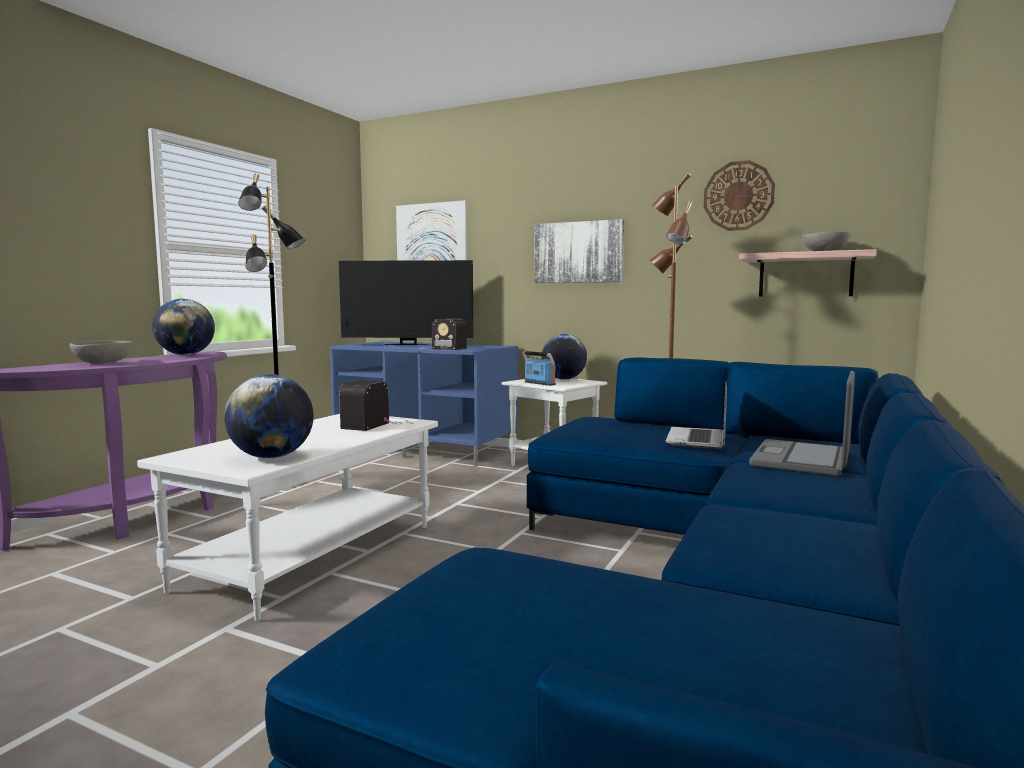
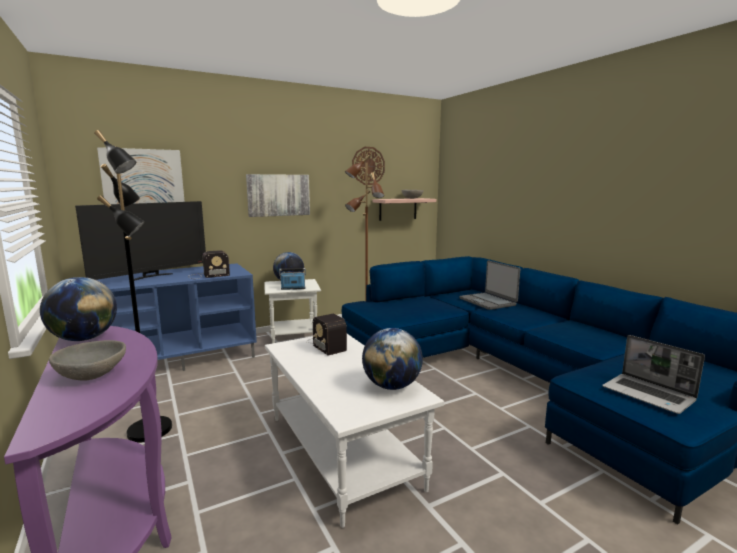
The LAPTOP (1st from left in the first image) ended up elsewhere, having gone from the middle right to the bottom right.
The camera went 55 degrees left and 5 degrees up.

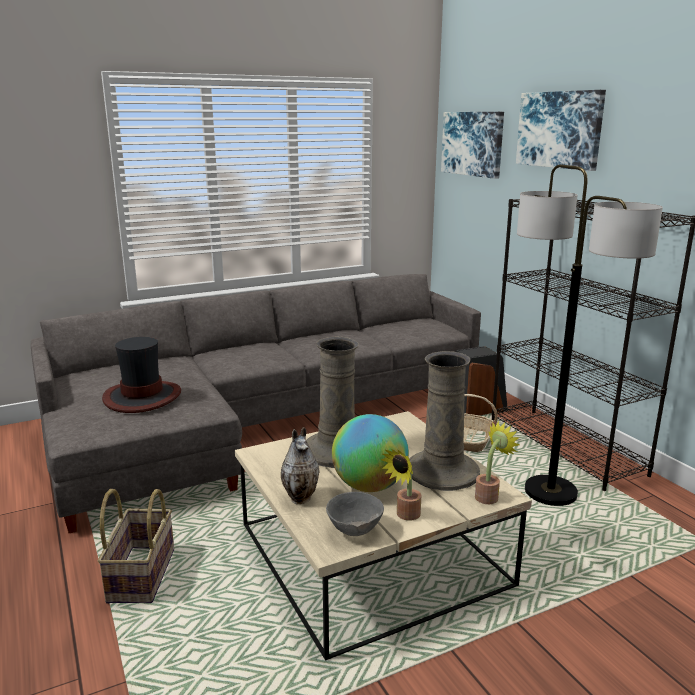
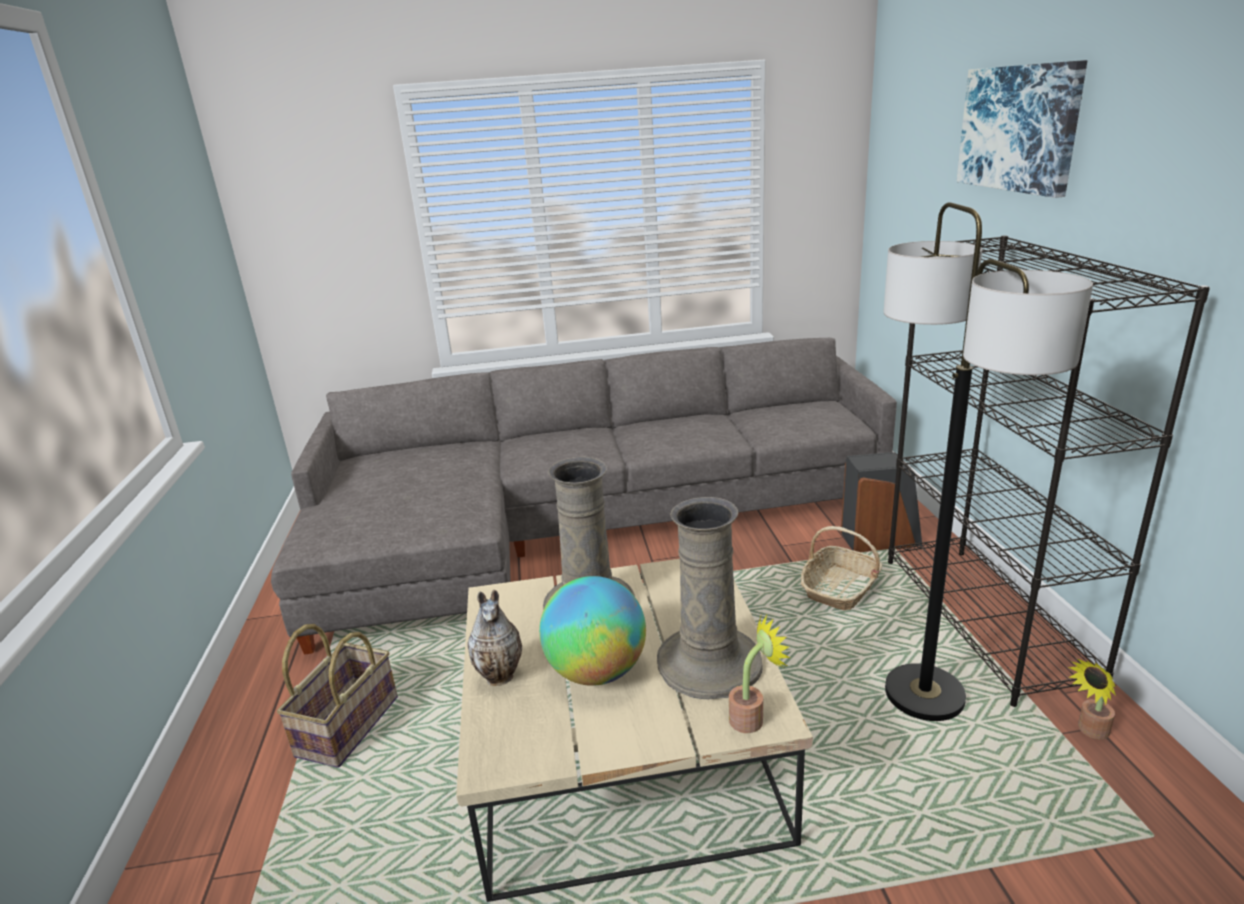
The second view lost the HAT at the middle left.
The second view lost the GREY BOWL at the bottom centre.
The POTTED PLANT (1st from left in the first image) ended up elsewhere, having gone from the bottom centre to the bottom right.
The second view lost the PICTURE (1st from left) at the top right.
The camera went 20 degrees right and 5 degrees up.

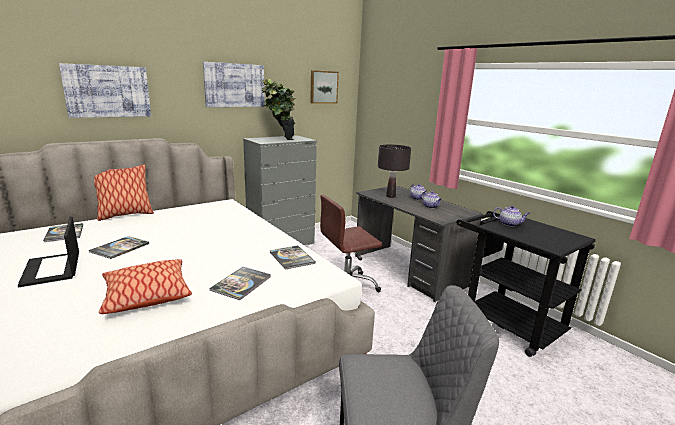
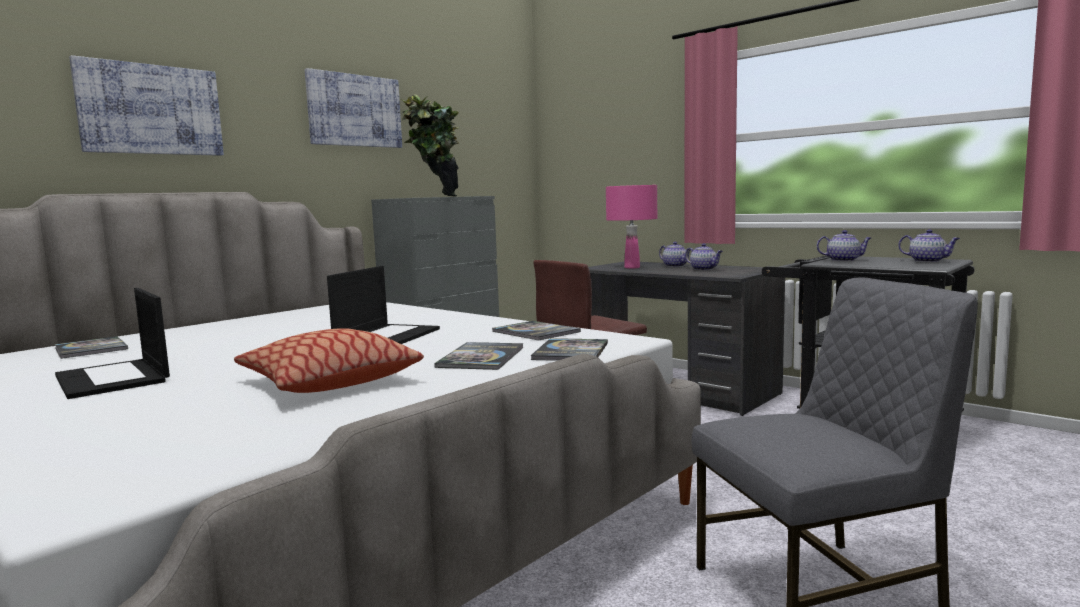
The BOOK (2nd from left in the first image) ended up elsewhere, having gone from the middle left to the centre.
The second view lost the PILLOW (1st from left) at the middle left.
The second view lost the PICTURE (3rd from left) at the top centre.
What was the BLACK TABLE LAMP at the centre turned into the PINK TABLE LAMP at the centre.
The second view gained the LAPTOP (2nd from left) at the centre.
The second view gained the TEAPOT (4th from left) at the middle right.
The camera went 10 degrees left and 10 degrees down.

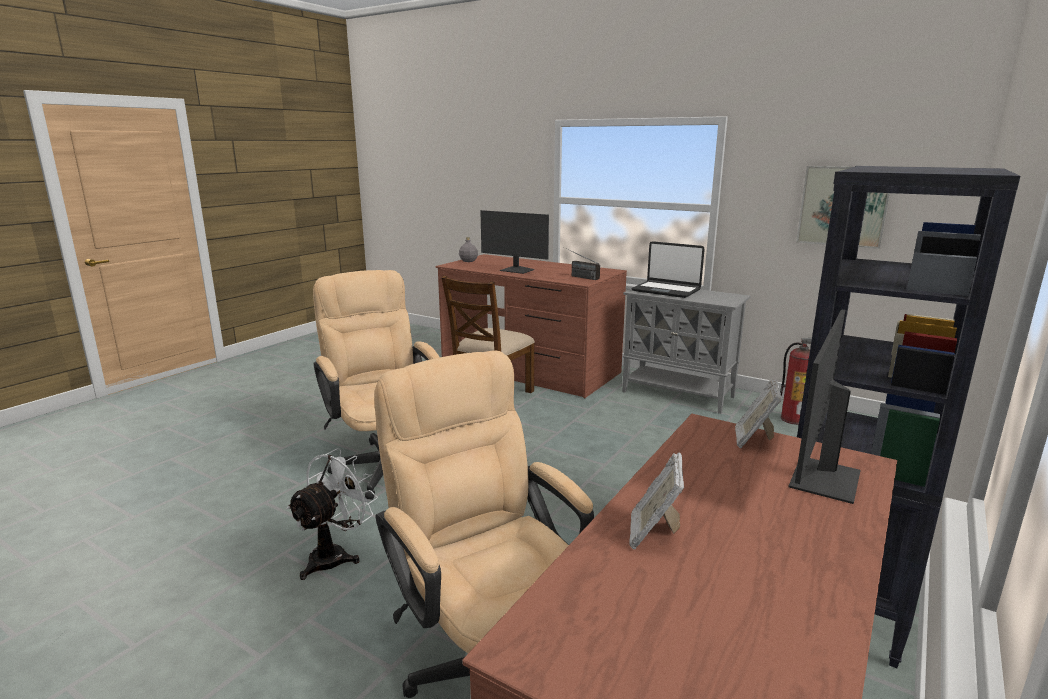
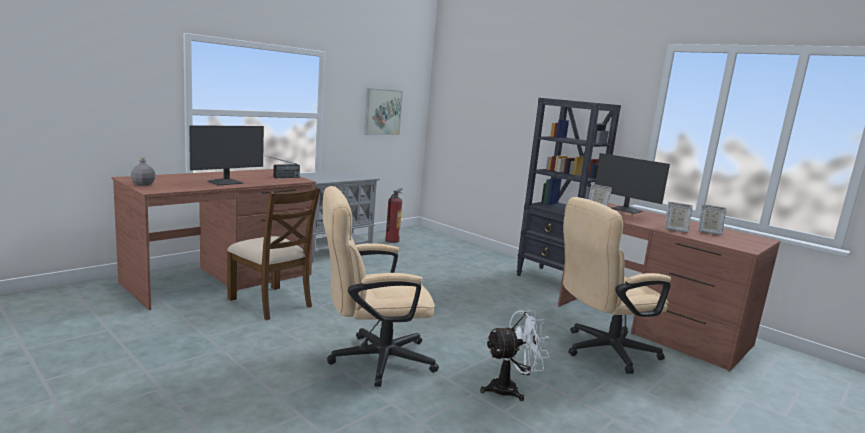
The WHITE FAN at the bottom left ended up facing another way, 120 degrees clockwise from before.
The second view lost the LAPTOP at the centre.
The second view gained the PICTURE FRAME (3rd from left) at the middle right.
The camera went 80 degrees left and 5 degrees down.

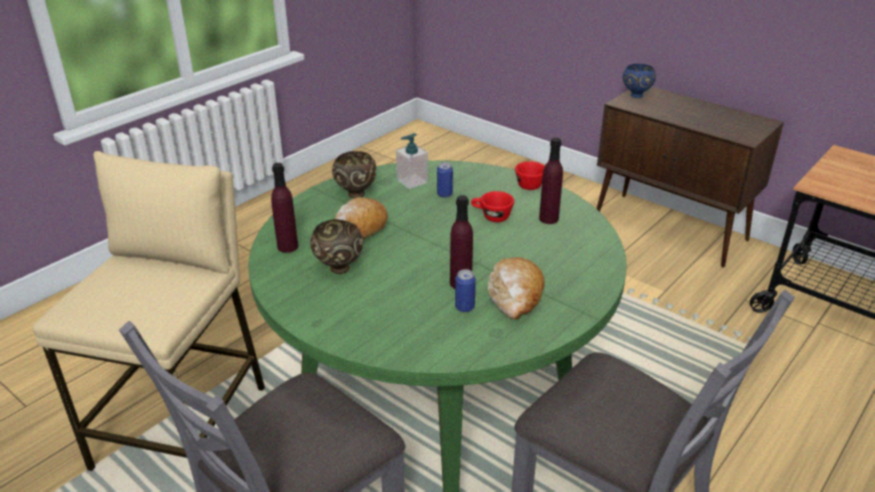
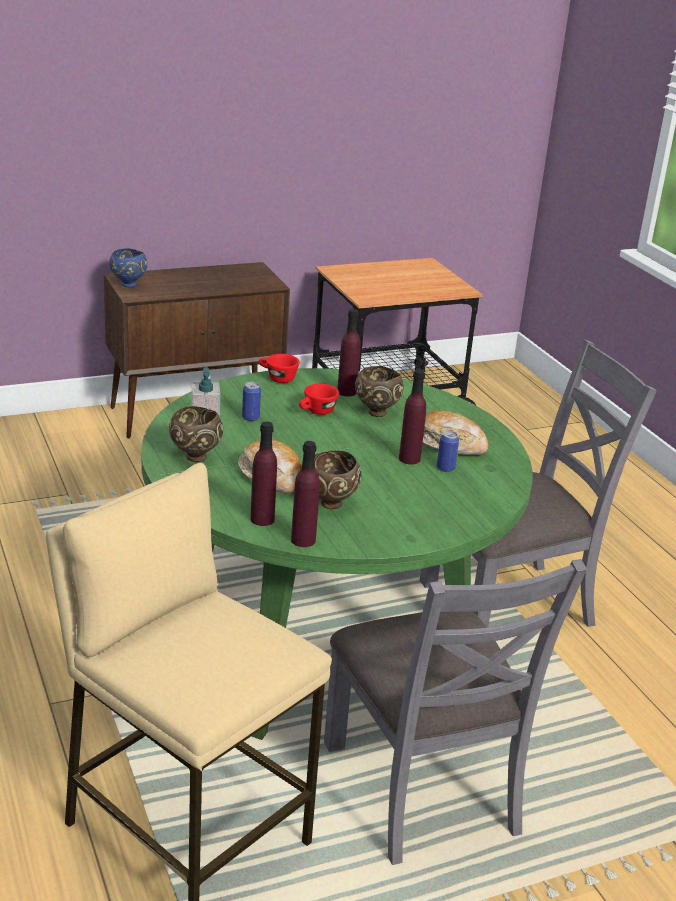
The second view gained the PURPLE BOTTLE (2nd from left) at the centre.
The second view gained the BROWN BOWL (3rd from left) at the centre.
The camera went 65 degrees left and 5 degrees down.

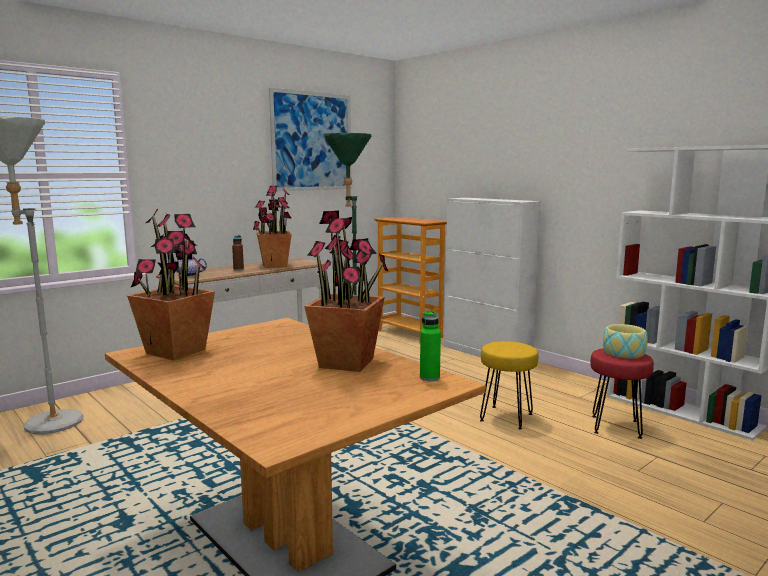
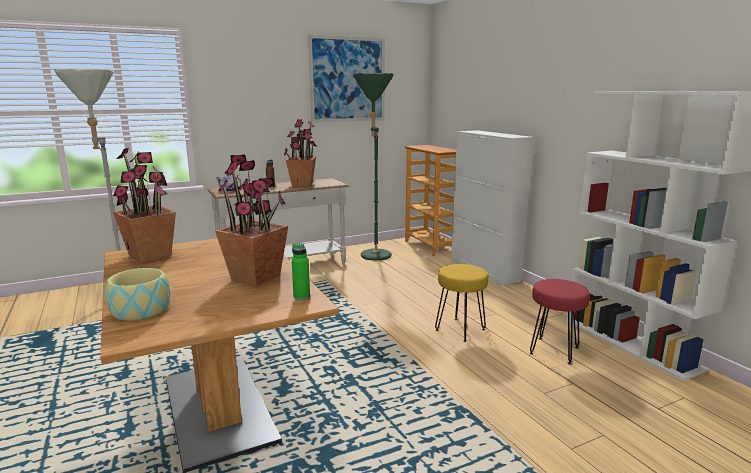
The BOWL ended up elsewhere, having gone from the middle right to the middle left.
The camera went 15 degrees right and 5 degrees up.

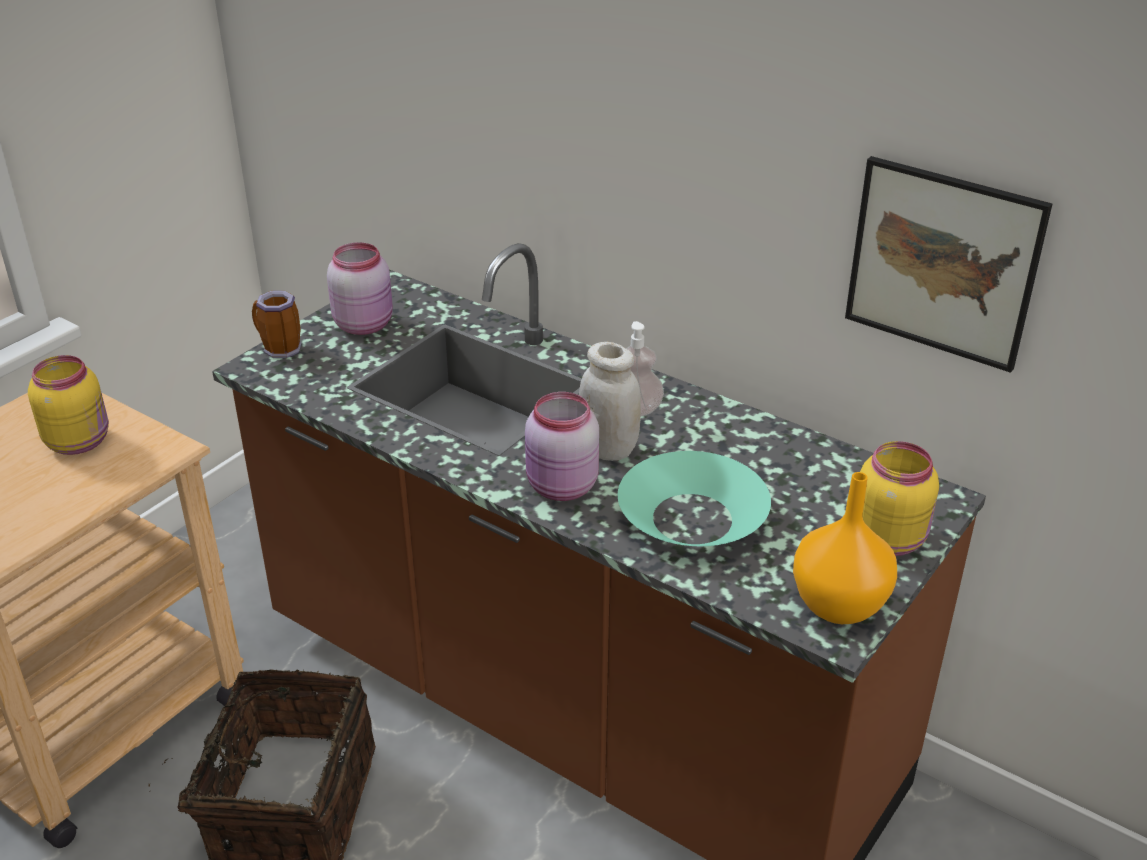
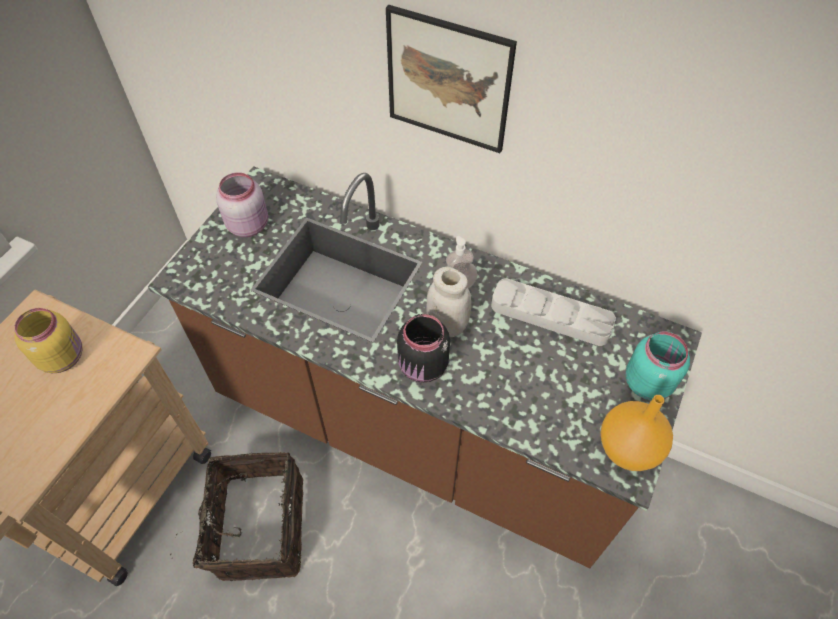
The second view lost the MUG at the middle left.
What was the PINK JAR (2nd from left) at the centre turned into the BLACK JAR at the centre.
The second view lost the TURQUOISE BOWL at the centre.
The PICTURE ended up elsewhere, having gone from the top right to the top centre.
What was the YELLOW JAR (2nd from left) at the middle right turned into the TURQUOISE JAR at the middle right.
The second view gained the GREY TRAY at the centre.
The camera went 10 degrees left and 20 degrees up.

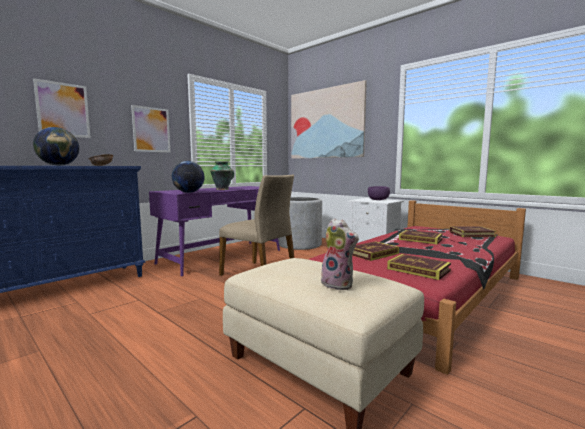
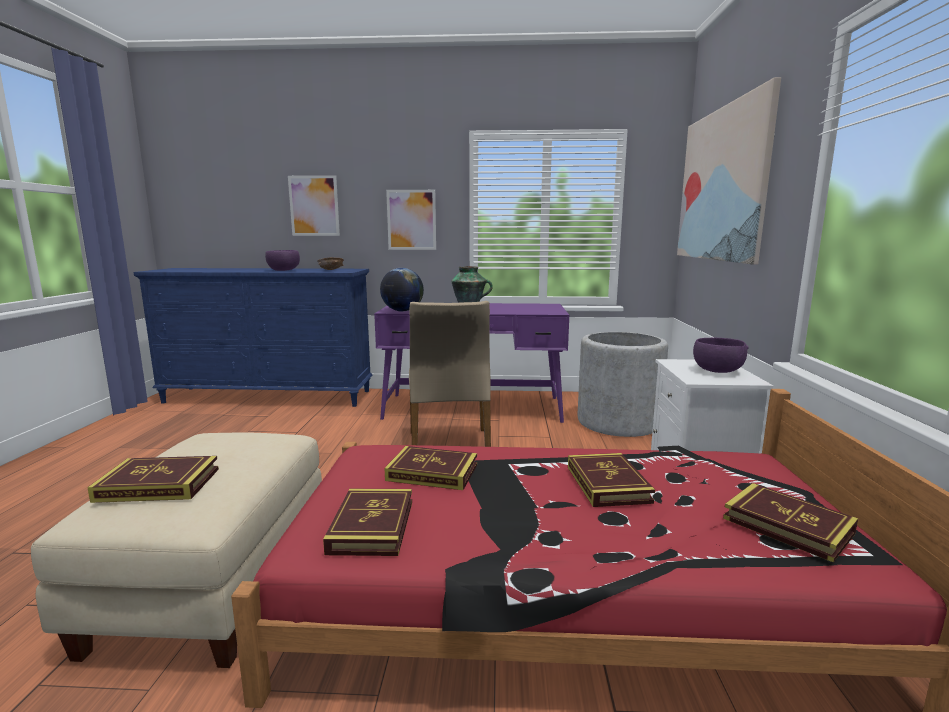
Where the GLOBE (1st from left) stood at the middle left, the PURPLE BOWL (1st from left) came to stand at the middle left.
Where the PLUSH TOY stood at the centre, the BOOK (1st from left) came to stand at the bottom left.
The camera went 50 degrees right and 5 degrees up.

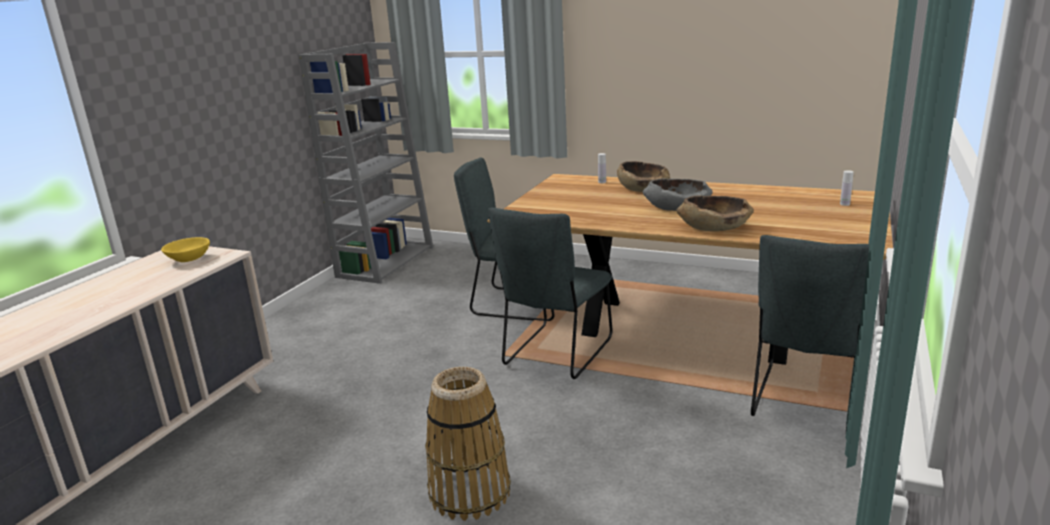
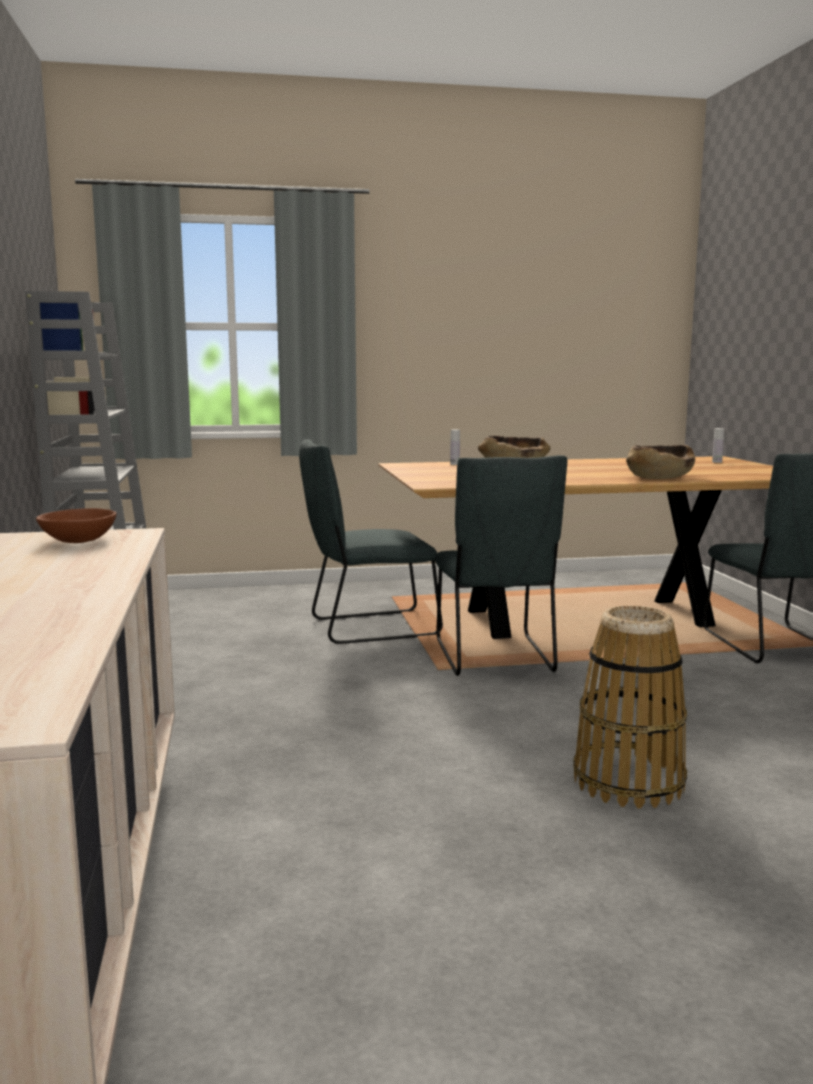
What was the YELLOW BOWL at the middle left turned into the BROWN BOWL (1st from left) at the middle left.
The second view lost the GREY BOWL at the centre.
The camera went 35 degrees left and 10 degrees down.

